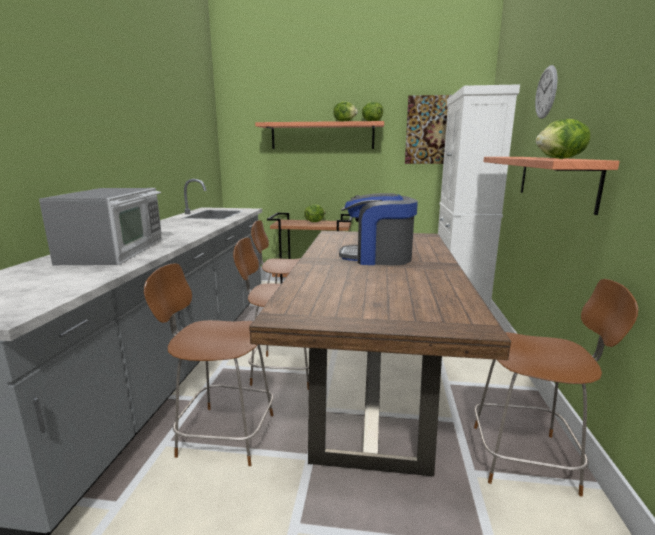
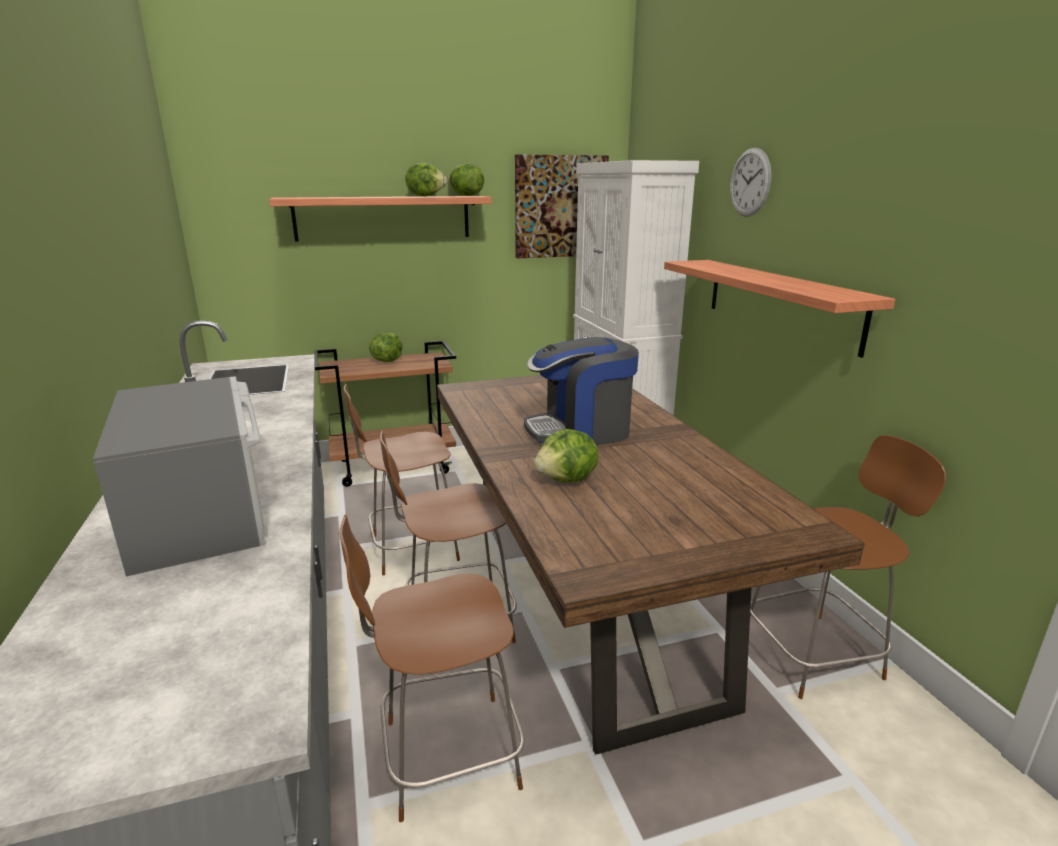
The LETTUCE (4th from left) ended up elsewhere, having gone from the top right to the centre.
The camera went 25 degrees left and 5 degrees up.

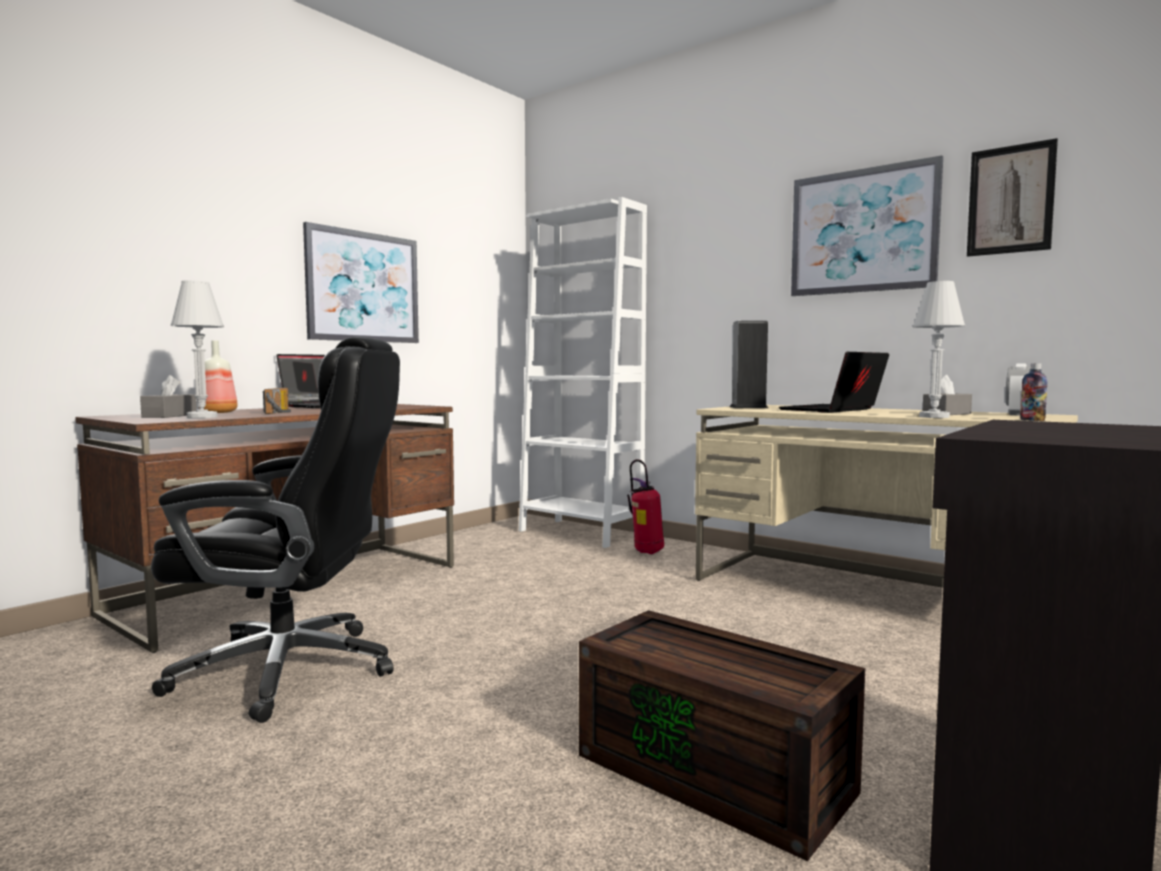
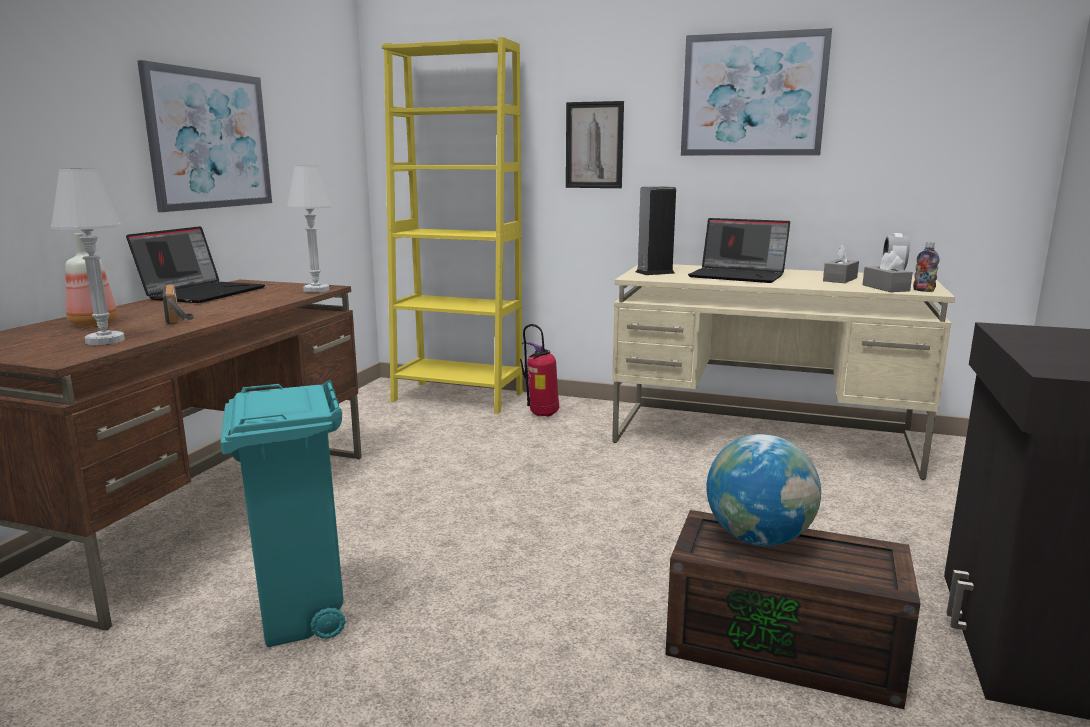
The GREY TISSUE BOX (1st from left in the first image) ended up elsewhere, having gone from the middle left to the middle right.
Where the BLACK OFFICE CHAIR stood at the middle left, the TURQUOISE TRASH CAN came to stand at the bottom left.
What was the WHITE BOOKCASE at the centre turned into the YELLOW BOOKCASE at the top centre.
The LAPTOP (2nd from left) at the middle right ended up facing another way, 90 degrees counterclockwise from before.
The WHITE TABLE LAMP (2nd from left) ended up elsewhere, having gone from the middle right to the top left.
The PICTURE (3rd from left in the first image) ended up elsewhere, having gone from the top right to the top centre.
The second view gained the GLOBE at the bottom right.
The camera went 20 degrees left and 10 degrees up.

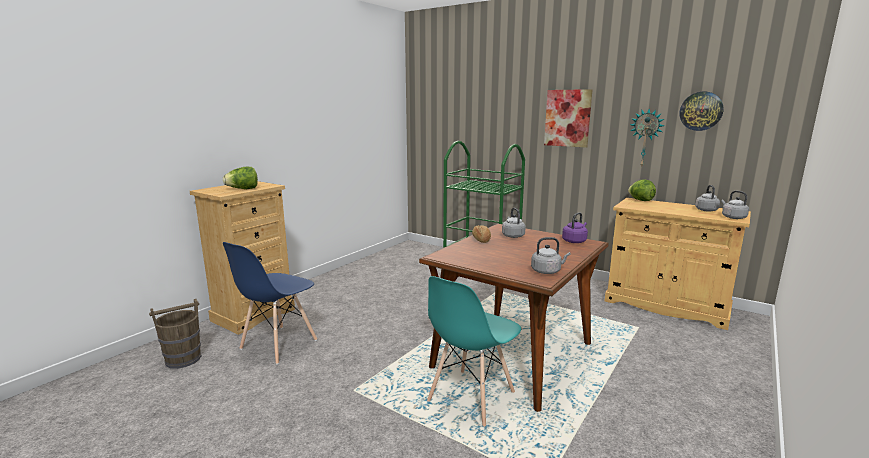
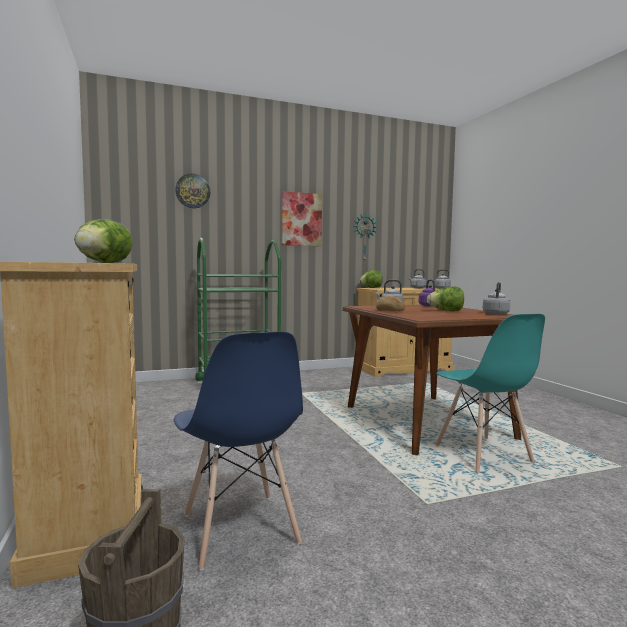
The WALL CLOCK (2nd from left in the first image) ended up elsewhere, having gone from the top right to the top left.
The second view gained the LETTUCE (3rd from left) at the middle right.
The camera went 55 degrees left and 10 degrees down.

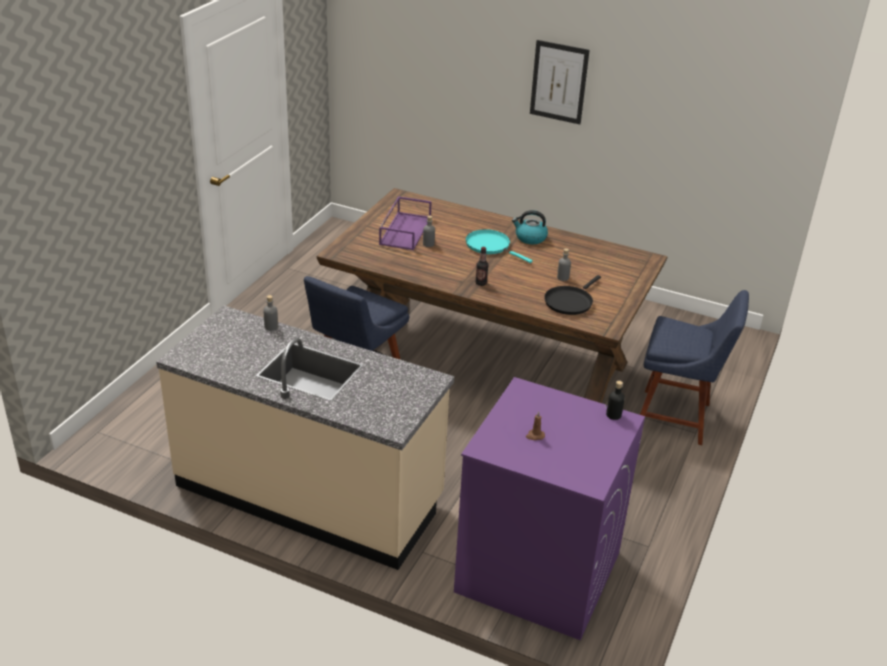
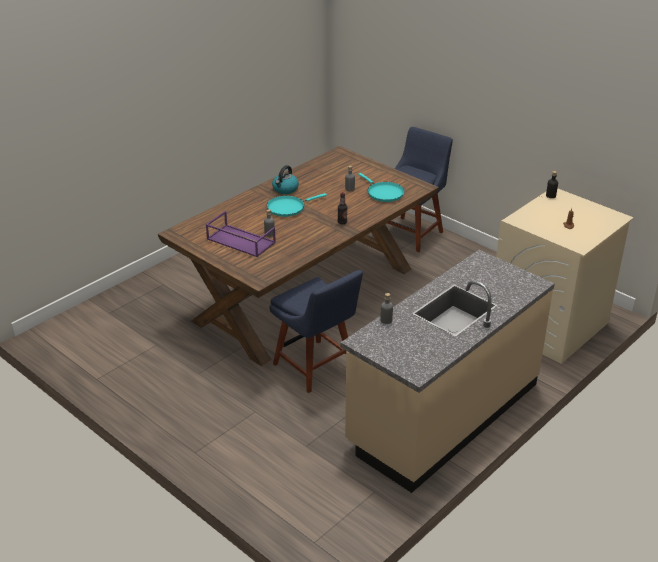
What was the PURPLE WASHING MACHINE at the bottom centre turned into the BEIGE WASHING MACHINE at the middle right.
The second view lost the PICTURE at the top centre.
What was the BLACK FRYING PAN at the centre turned into the TURQUOISE FRYING PAN (2nd from left) at the top centre.
The camera went 70 degrees left and 0 degrees up.

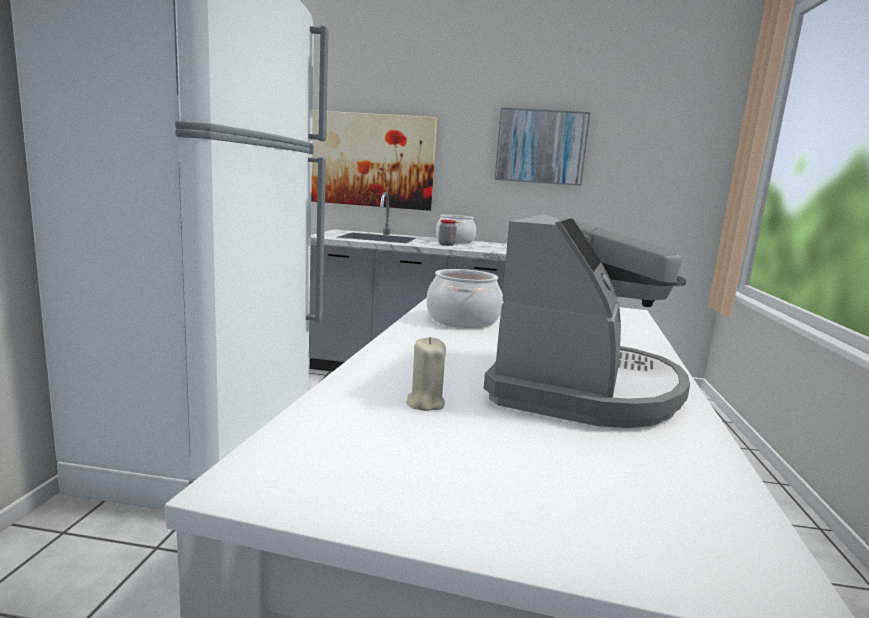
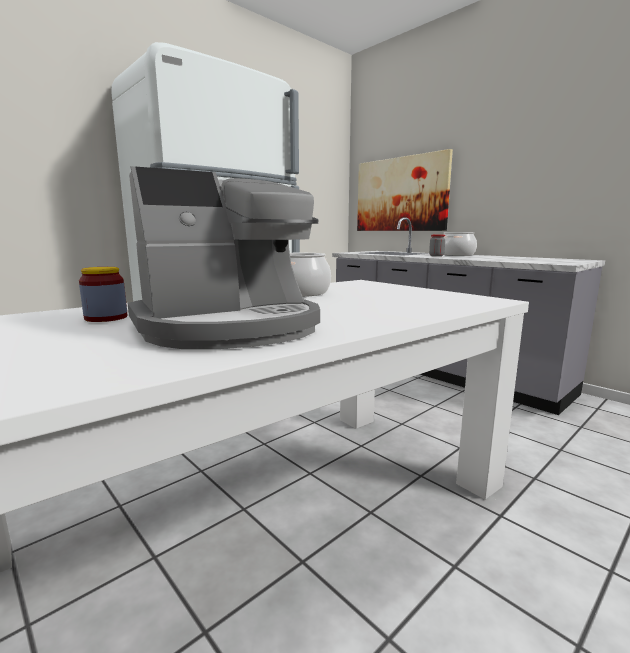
Where the BEIGE CANDLE stood at the centre, the JAR (1st from left) came to stand at the middle left.
The second view lost the PICTURE (2nd from left) at the top centre.
The camera went 40 degrees right and 0 degrees up.

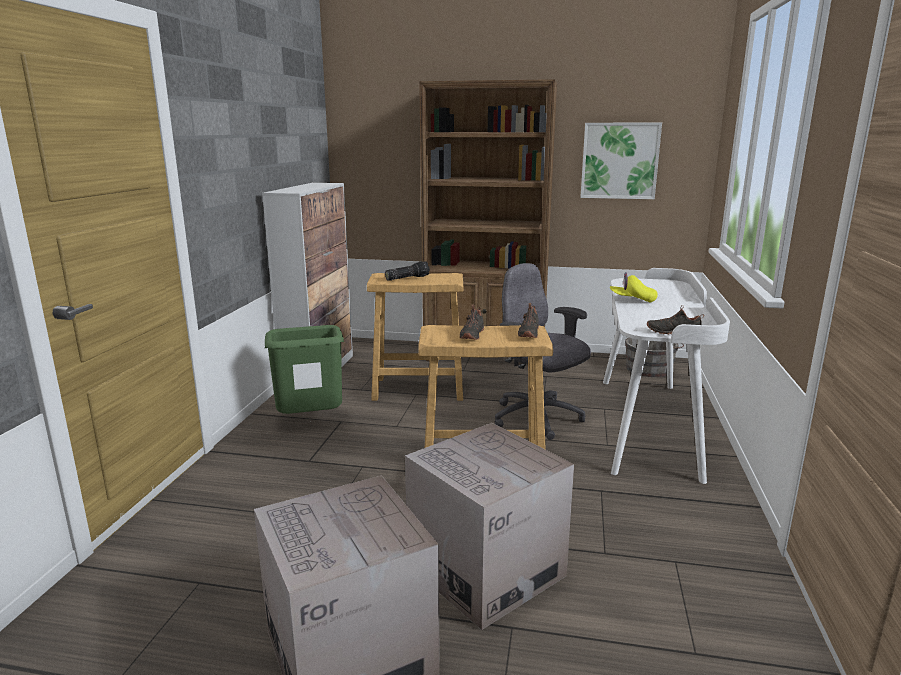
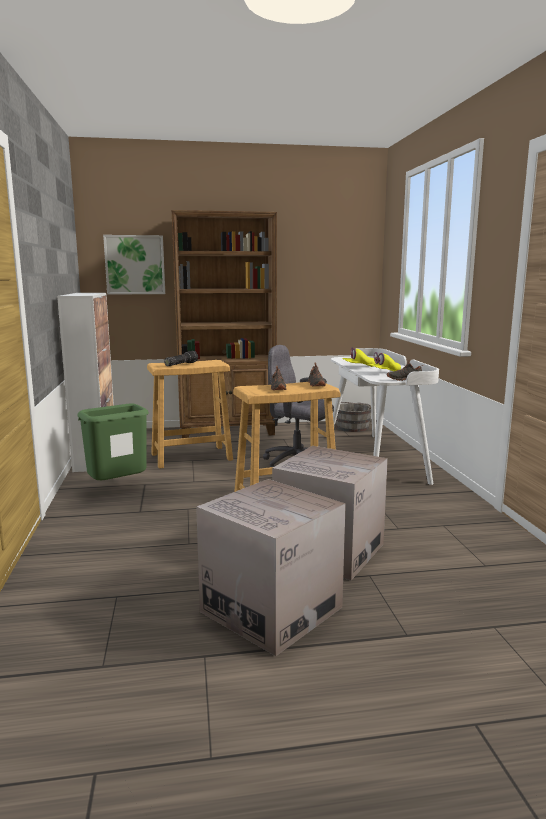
The PICTURE ended up elsewhere, having gone from the top right to the top left.
The second view gained the YELLOW CAP (2nd from left) at the middle right.
The camera went 20 degrees left and 5 degrees down.

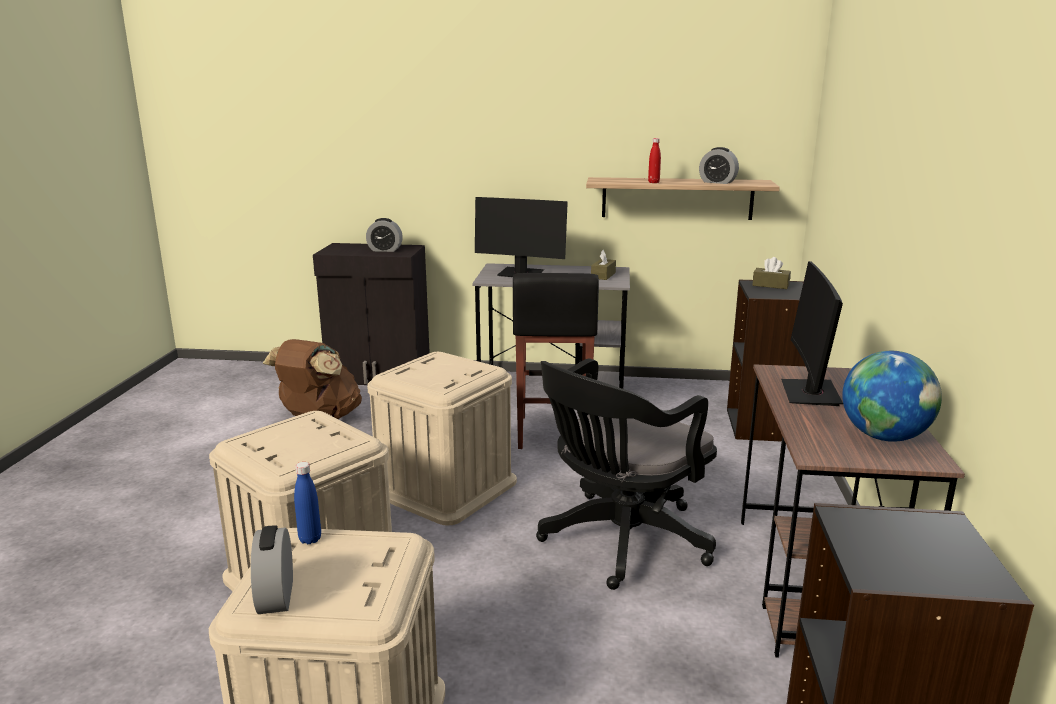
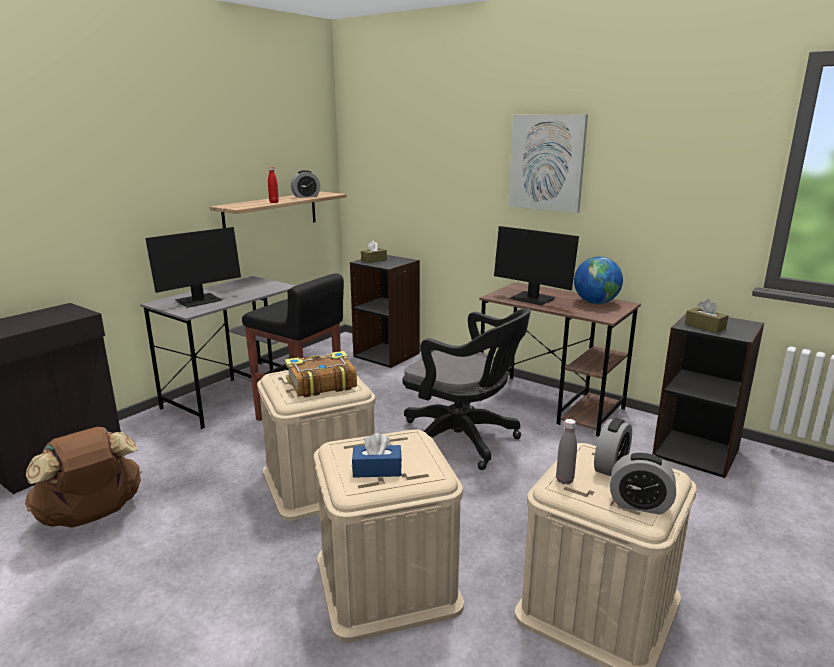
What was the BLUE BOTTLE at the bottom left turned into the GREY BOTTLE at the bottom right.
The ALARM CLOCK (2nd from left) ended up elsewhere, having gone from the centre to the bottom right.
The BLACK OFFICE CHAIR at the bottom centre ended up facing another way, 45 degrees counterclockwise from before.
The BROWN TISSUE BOX (1st from left in the first image) ended up elsewhere, having gone from the centre to the middle right.
The second view gained the BOOK at the centre.
The second view gained the BLUE TISSUE BOX at the bottom centre.
The second view gained the PICTURE at the top centre.
The camera went 60 degrees left and 0 degrees up.

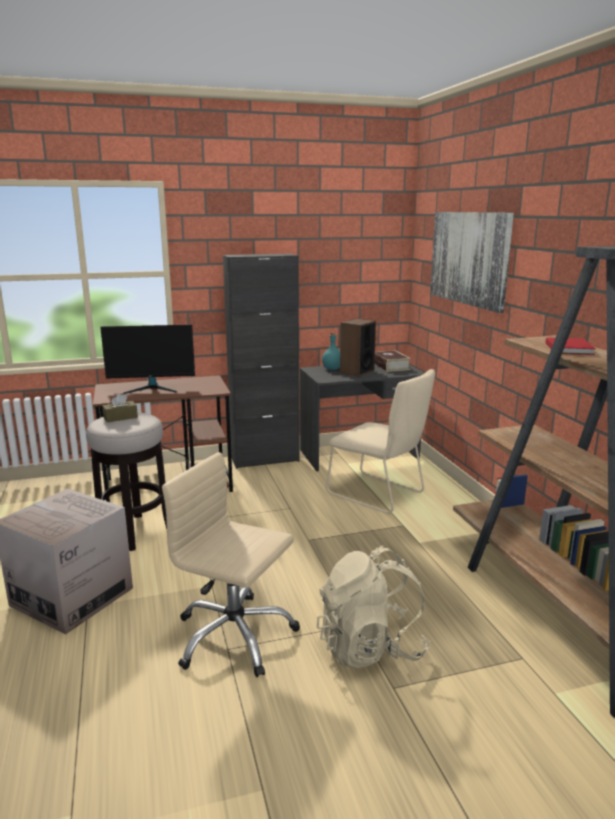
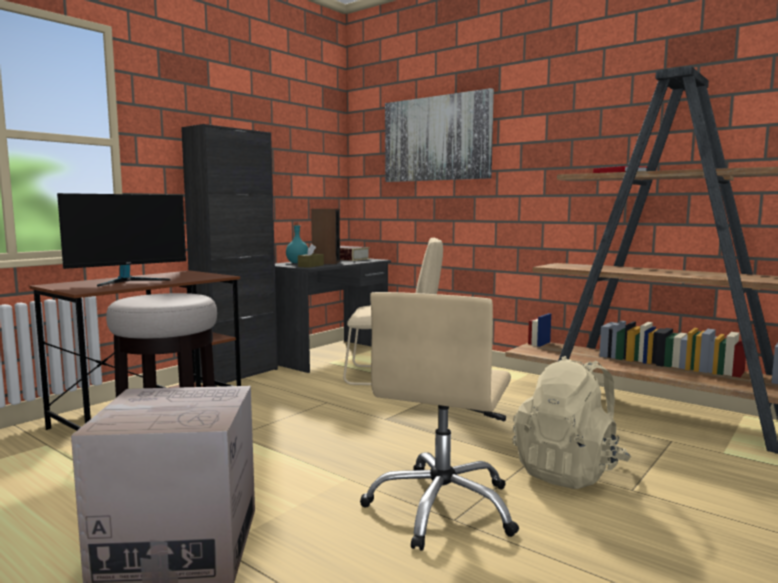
The BROWN TISSUE BOX ended up elsewhere, having gone from the middle left to the centre.
The BEIGE OFFICE CHAIR at the bottom centre ended up facing another way, 60 degrees counterclockwise from before.
The camera went 35 degrees left and 10 degrees down.

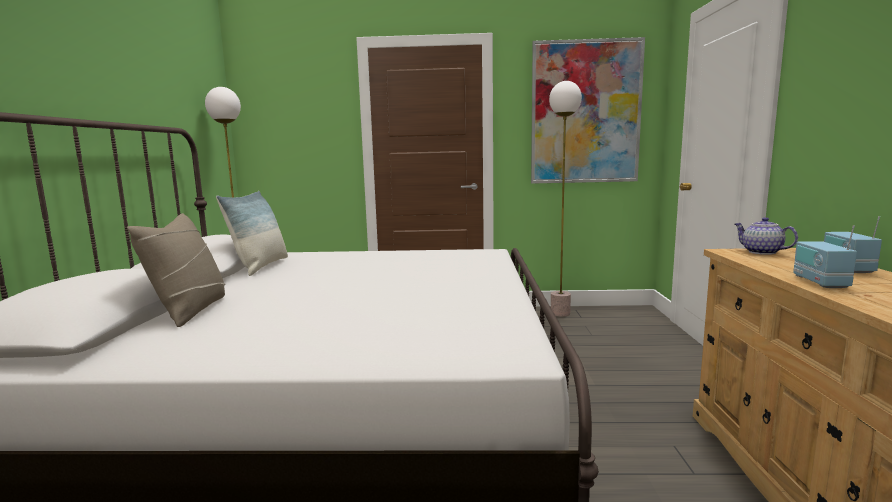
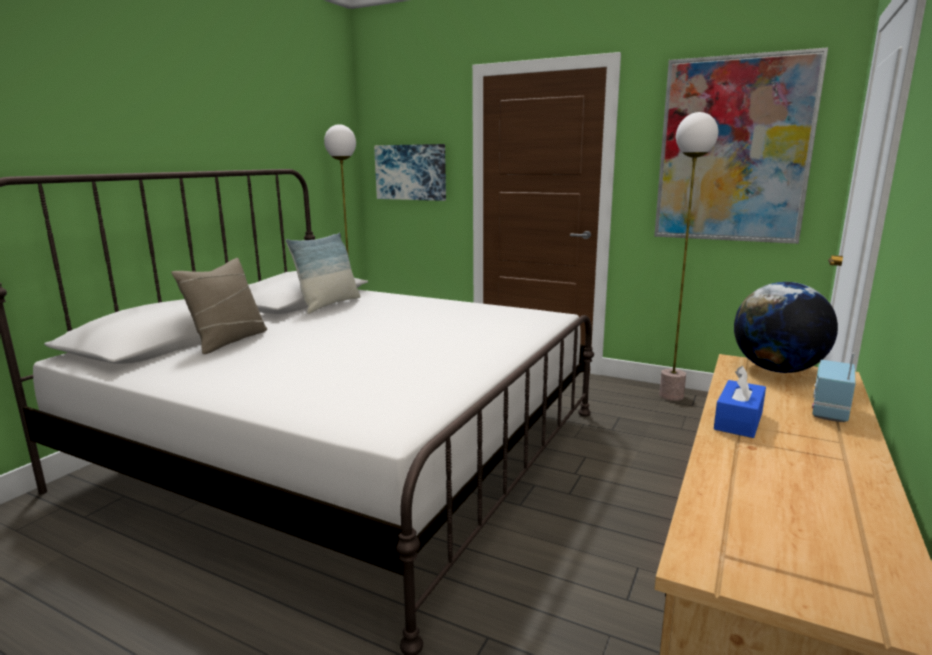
Where the TEAPOT stood at the middle right, the GLOBE came to stand at the middle right.
Where the RADIO (1st from left) stood at the middle right, the BLUE TISSUE BOX came to stand at the middle right.
The second view gained the PICTURE (1st from left) at the top centre.
The camera went 25 degrees right and 5 degrees up.

